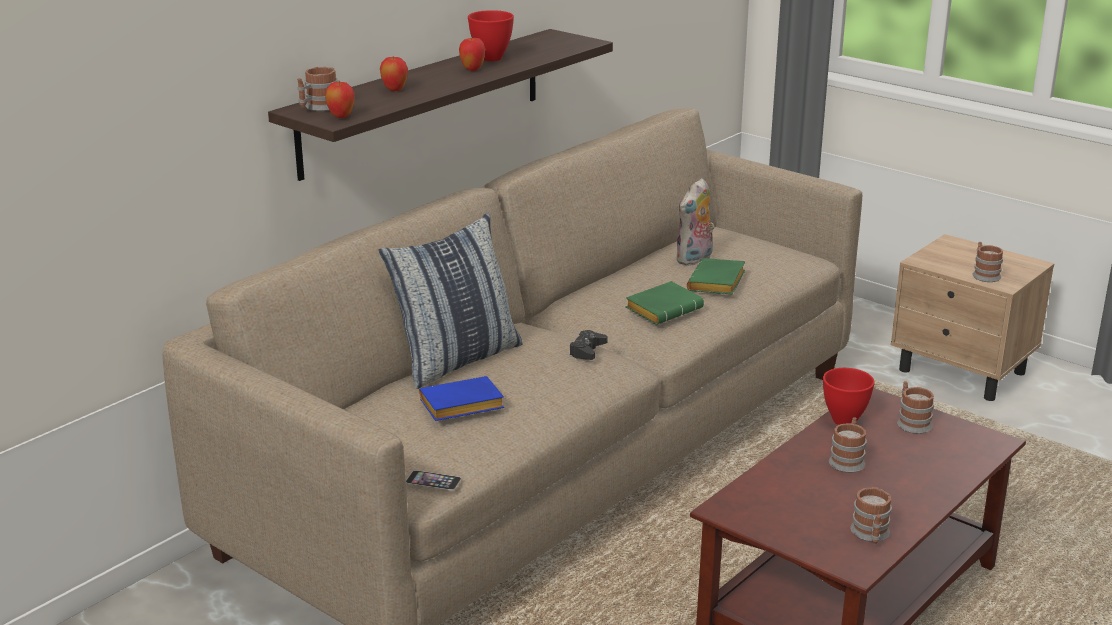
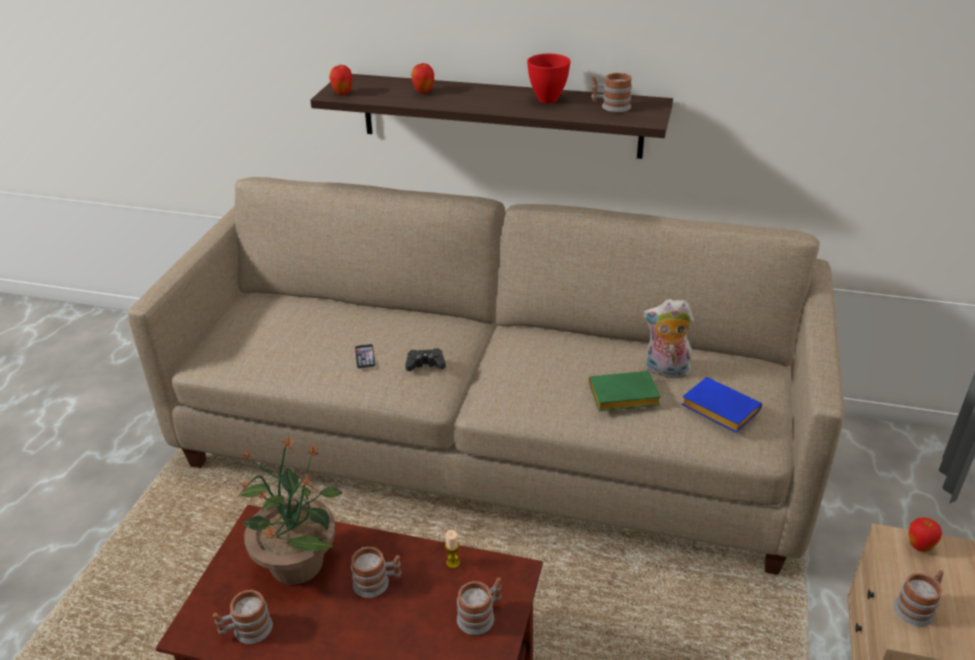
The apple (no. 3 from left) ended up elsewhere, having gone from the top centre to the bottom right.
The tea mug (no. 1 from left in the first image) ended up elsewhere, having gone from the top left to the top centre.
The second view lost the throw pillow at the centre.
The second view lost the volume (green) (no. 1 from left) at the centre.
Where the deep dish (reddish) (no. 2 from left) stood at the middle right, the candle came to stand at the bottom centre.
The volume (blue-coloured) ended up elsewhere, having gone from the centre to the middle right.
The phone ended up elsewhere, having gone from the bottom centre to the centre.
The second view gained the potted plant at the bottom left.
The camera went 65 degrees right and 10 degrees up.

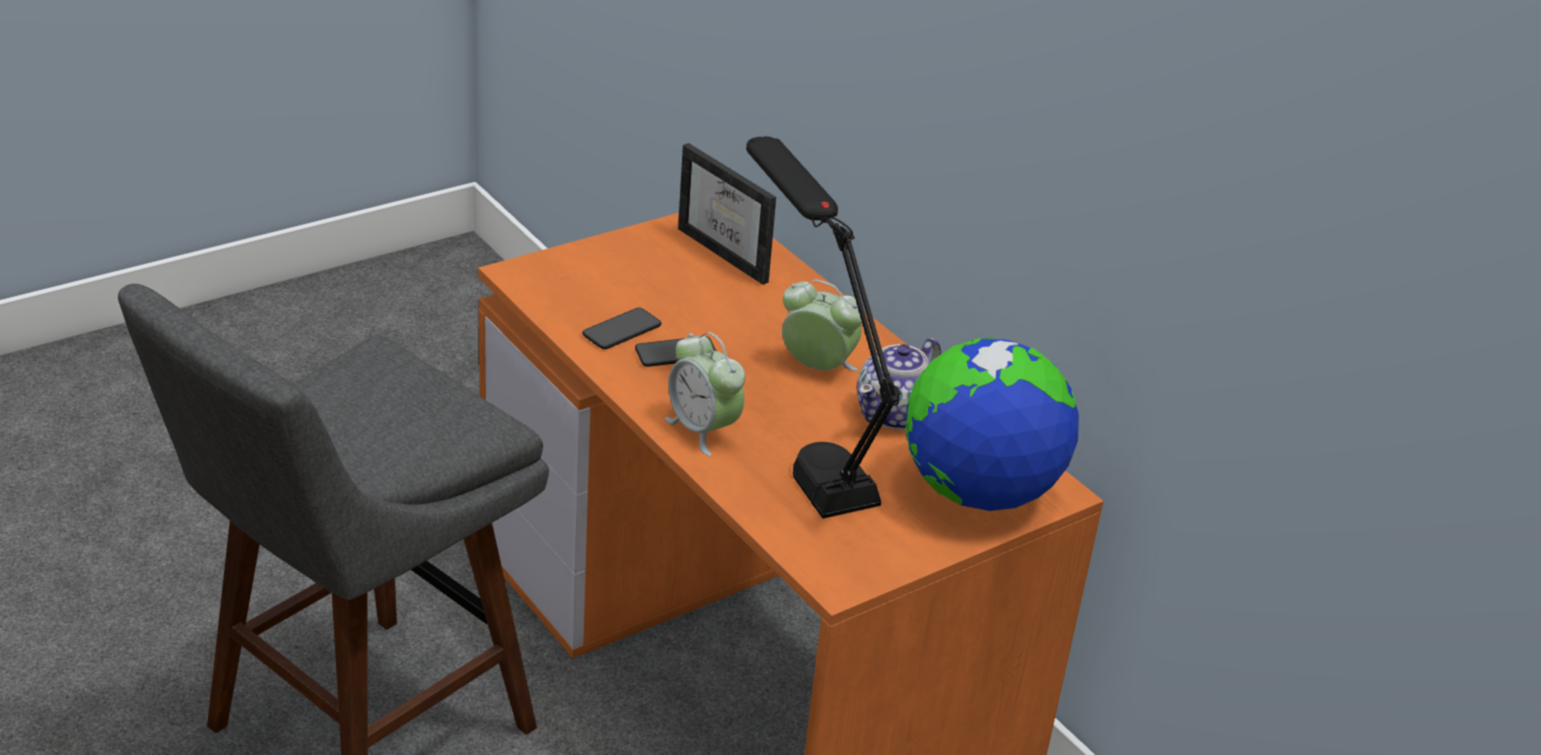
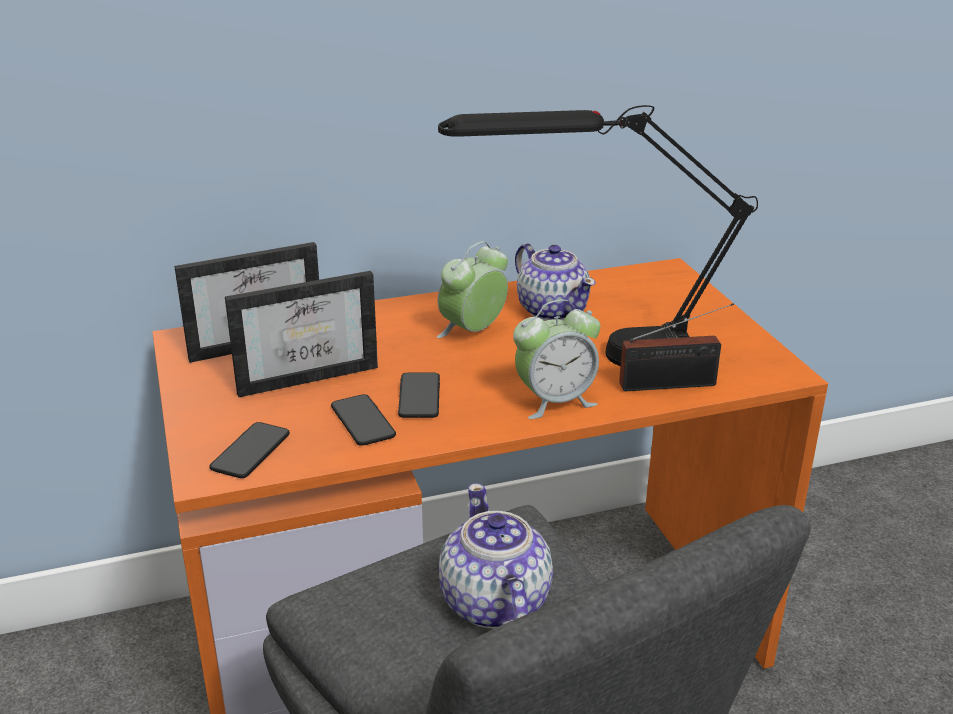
The second view lost the globe at the centre.
The second view gained the photo frame (no. 2 from left) at the middle left.
The second view gained the radio at the middle right.
The second view gained the phone (no. 1 from left) at the middle left.
The second view gained the teapot (no. 1 from left) at the bottom centre.
The camera went 70 degrees left and 5 degrees down.

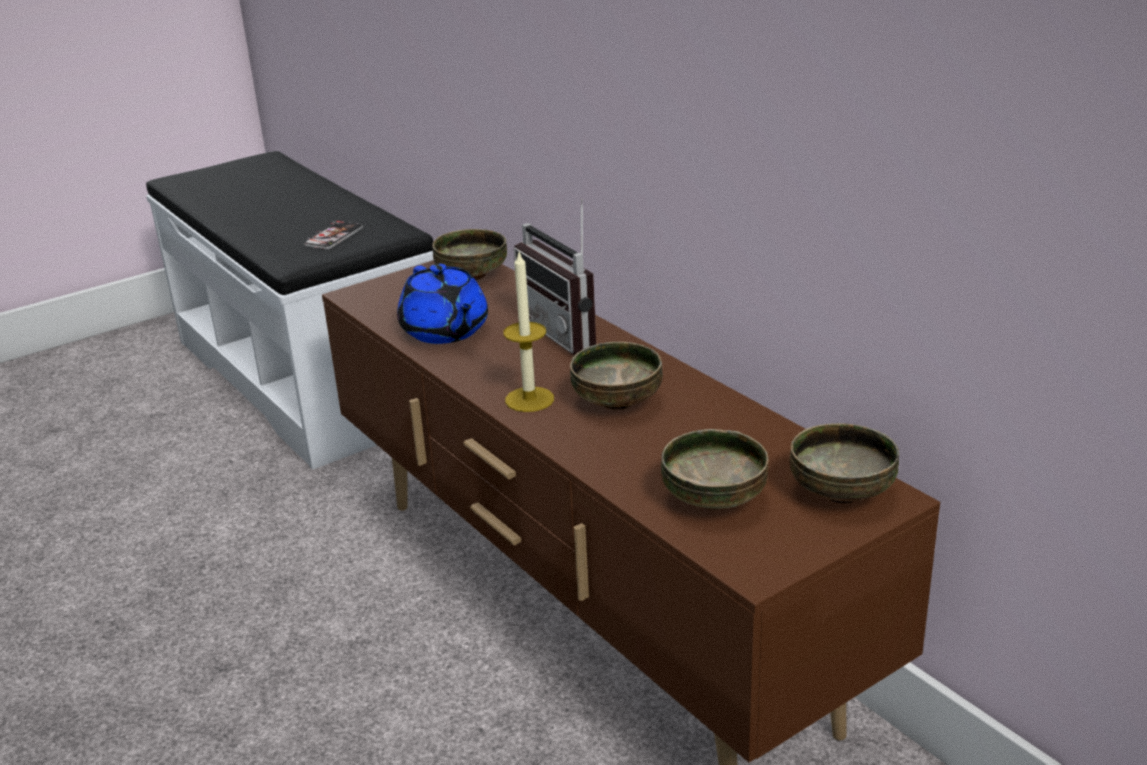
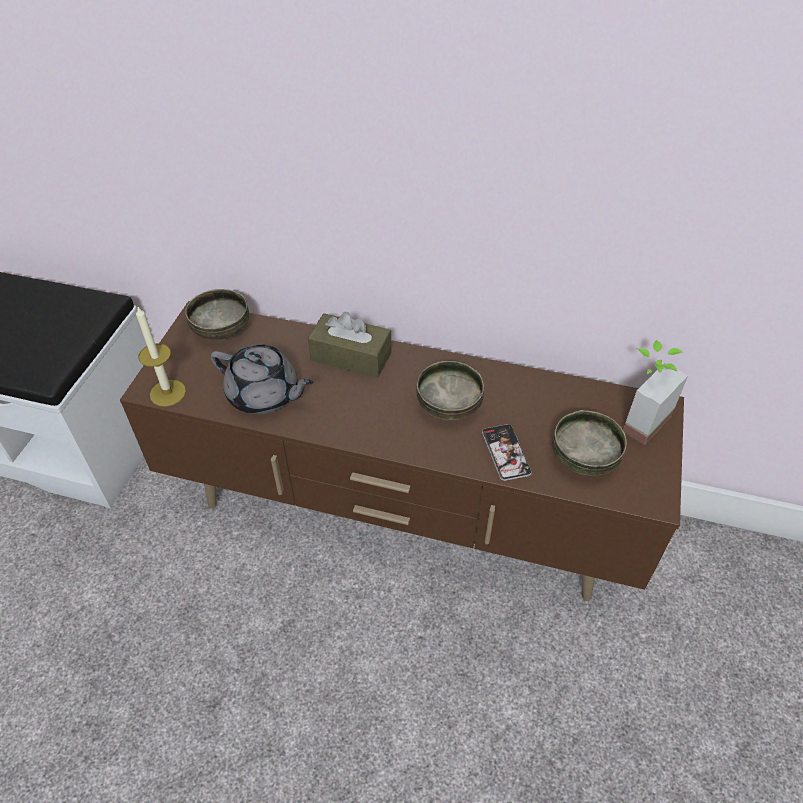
Where the radio stood at the centre, the tissue holder (brown-coloured) came to stand at the centre.
The phone ended up elsewhere, having gone from the top left to the centre.
The candle ended up elsewhere, having gone from the centre to the middle left.
What was the teapot (blue-coloured) at the centre turned into the teapot (gray) at the middle left.
Where the deep dish (no. 4 from left) stood at the middle right, the potted plant came to stand at the middle right.
The camera went 40 degrees left and 20 degrees up.

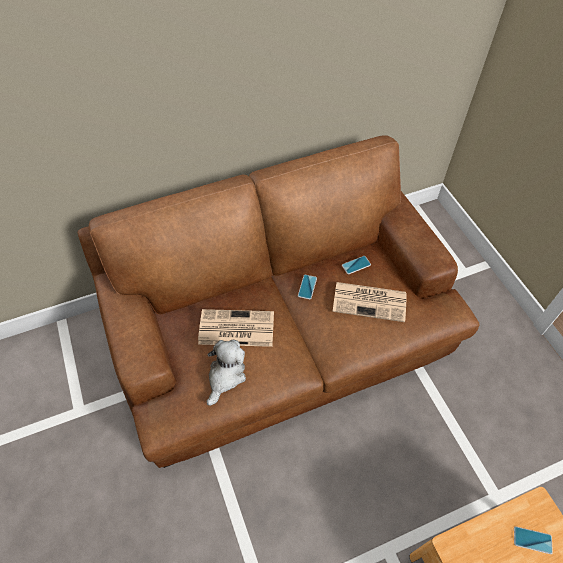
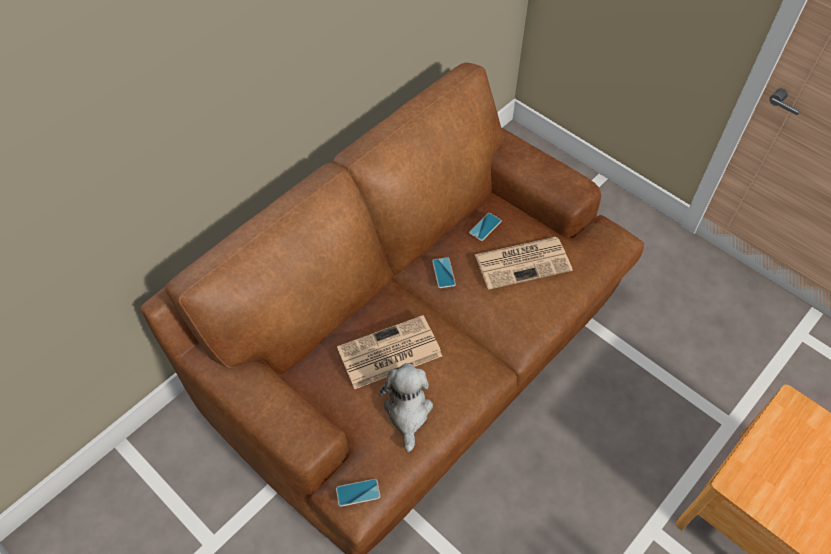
The phone (no. 3 from left in the first image) ended up elsewhere, having gone from the bottom right to the bottom centre.
The camera went 25 degrees left and 0 degrees up.

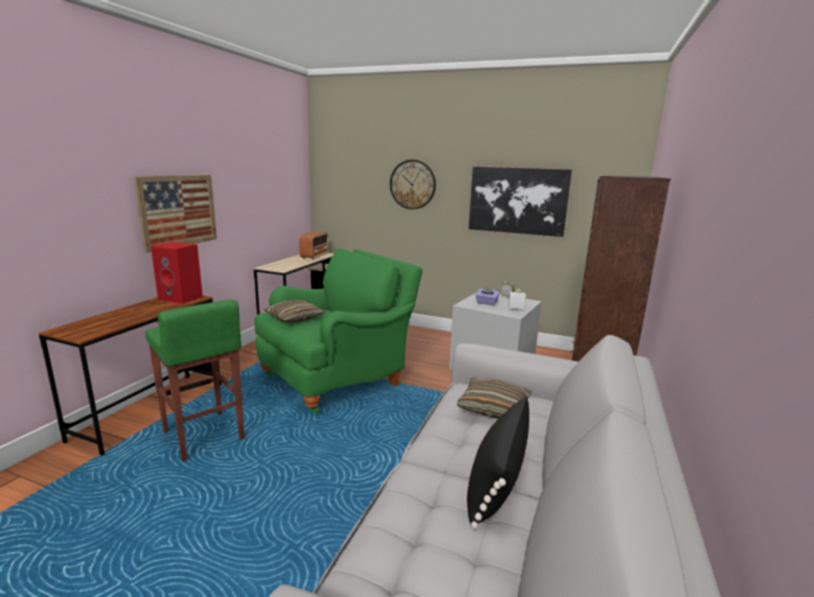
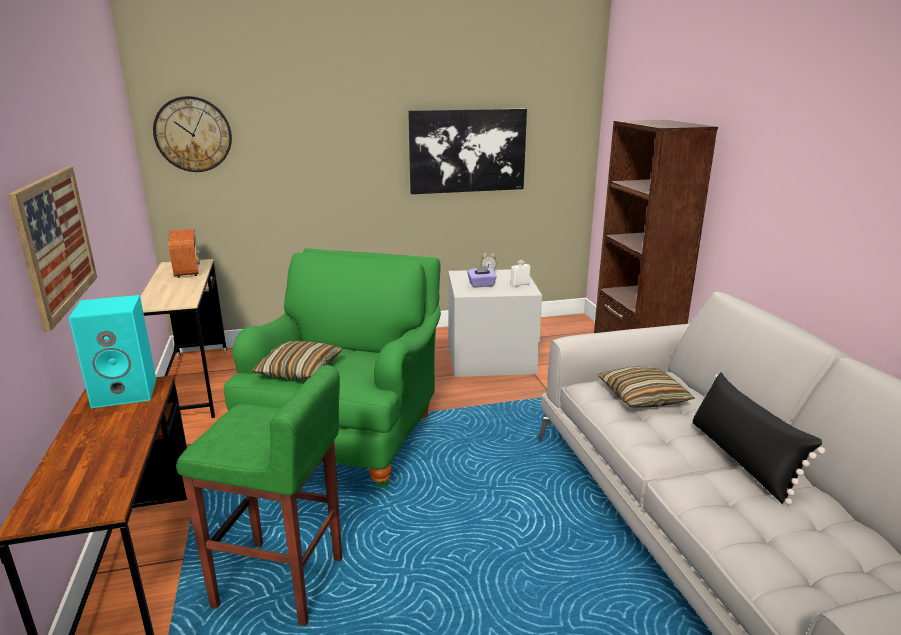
The wall clock ended up elsewhere, having gone from the top centre to the top left.
What was the audio speaker (reddish) at the middle left turned into the audio speaker (turquoise-coloured) at the middle left.
The camera went 35 degrees left and 5 degrees up.

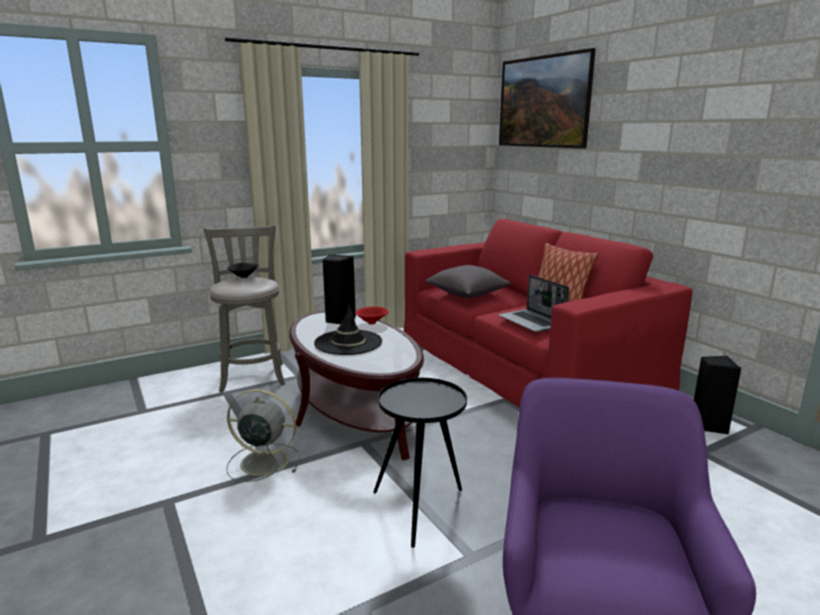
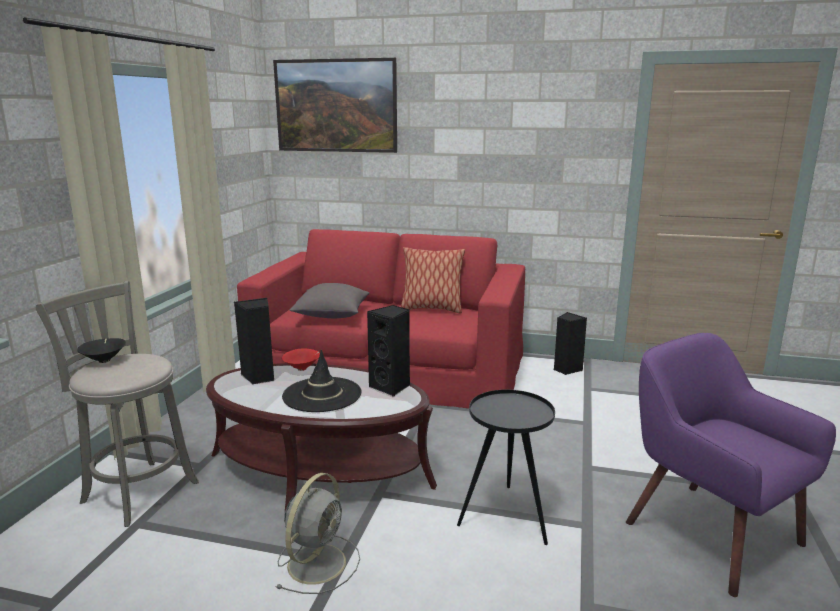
The second view lost the notebook computer at the centre.
The cooling fan (gray) at the bottom left ended up facing another way, 150 degrees clockwise from before.
The second view gained the audio speaker (blackish) (no. 2 from left) at the centre.
The camera went 45 degrees left and 0 degrees up.

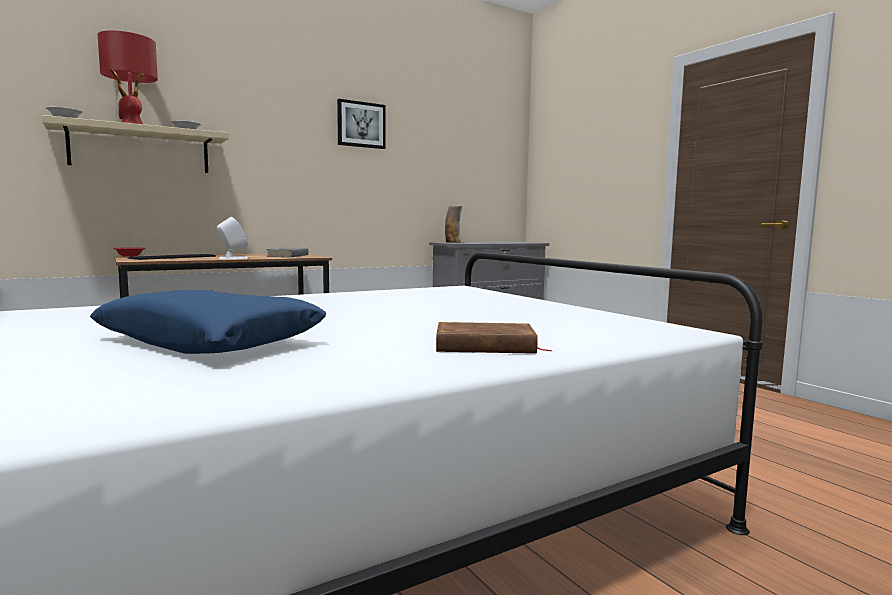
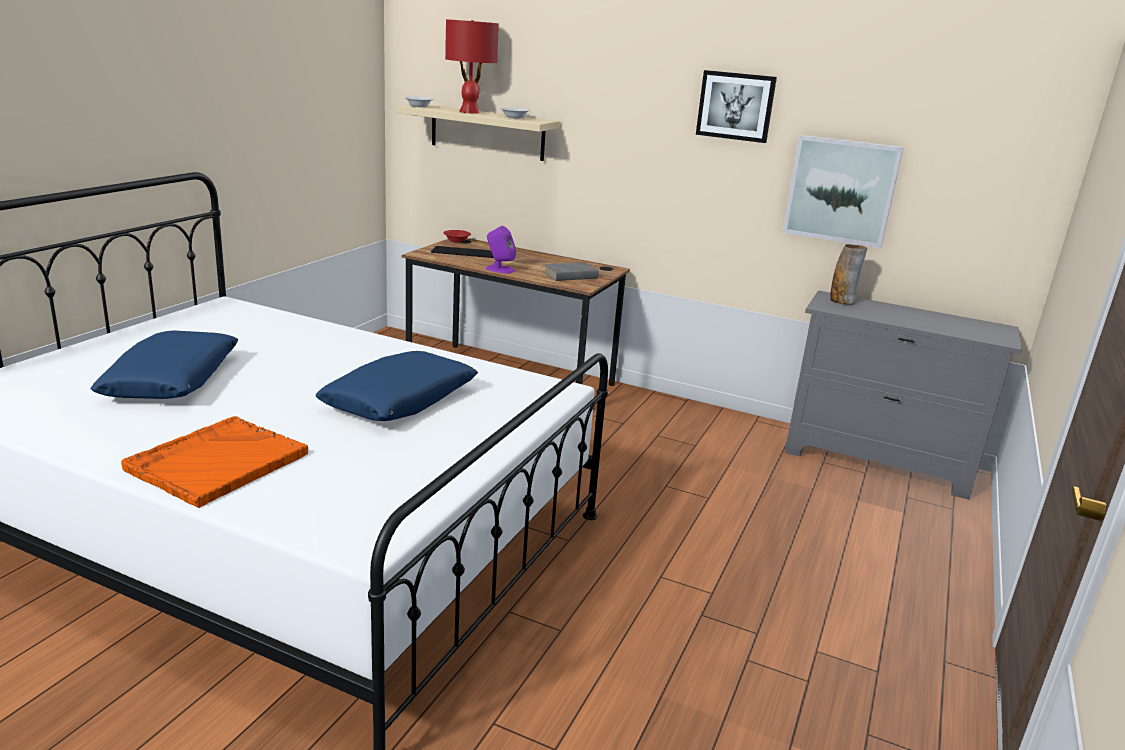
What was the audio speaker (white-coloured) at the middle left turned into the audio speaker (purplish) at the centre.
Where the volume (brown-coloured) stood at the centre, the tray (orangey) came to stand at the middle left.
The second view gained the wall art (no. 2 from left) at the top right.
The second view gained the throw pillow (blue-coloured) (no. 2 from left) at the centre.
The camera went 55 degrees right and 15 degrees up.

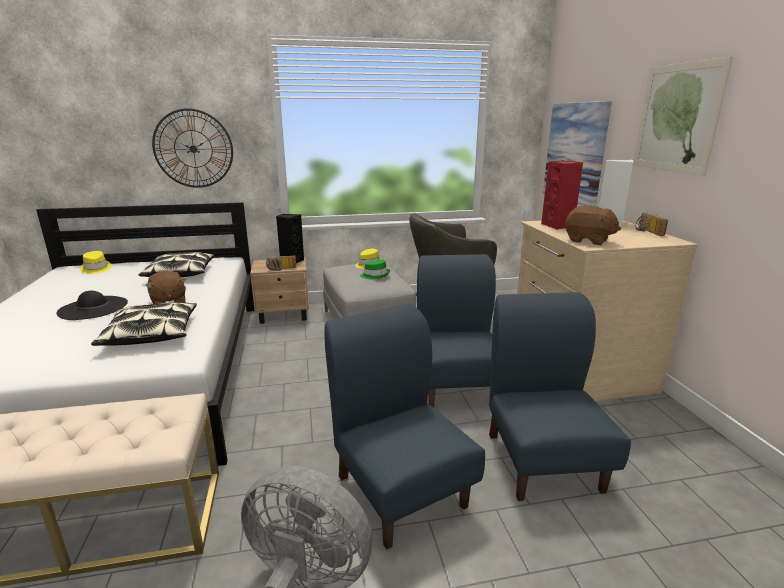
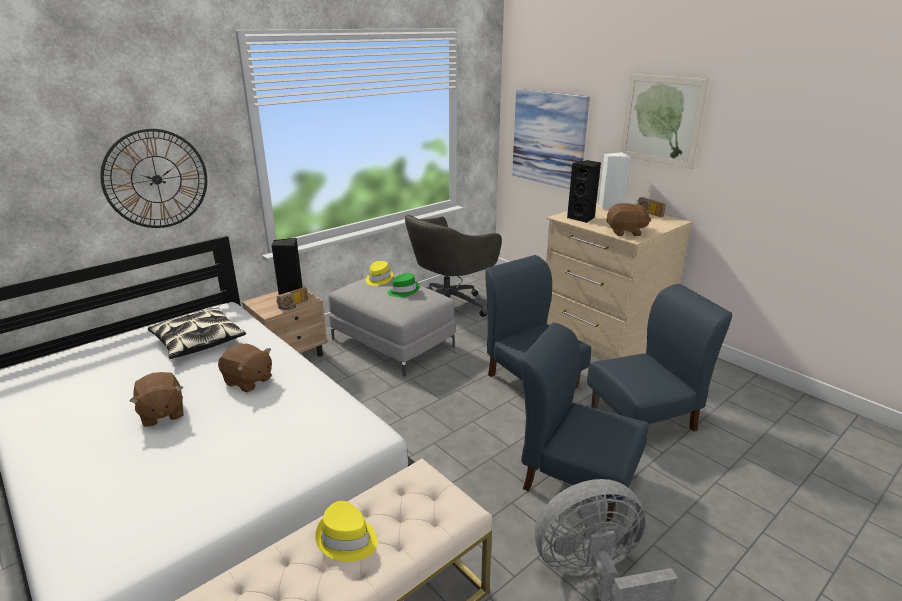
What was the audio speaker (reddish) at the top right turned into the audio speaker (blackish) (no. 2 from left) at the top centre.
The hat (yellowish) (no. 1 from left) ended up elsewhere, having gone from the middle left to the bottom centre.
Where the hat (blackish) stood at the middle left, the plush toy (brown-coloured) (no. 1 from left) came to stand at the middle left.
The upright chair (blue-coloured) (no. 3 from left) at the bottom right ended up facing another way, 105 degrees clockwise from before.
The second view lost the throw pillow (no. 1 from left) at the middle left.
The camera went 30 degrees left and 5 degrees up.

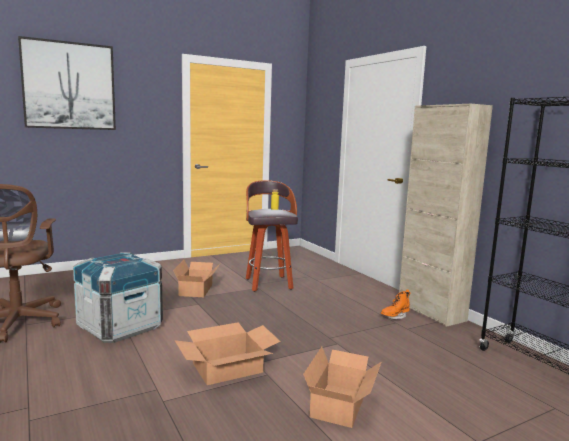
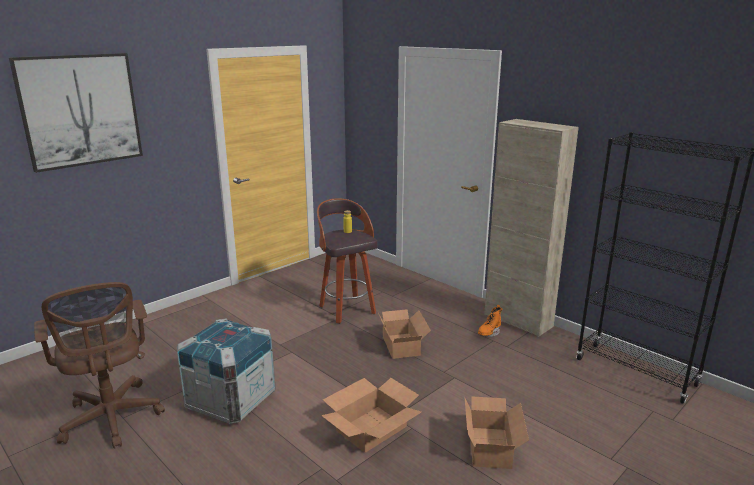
The packing box (no. 1 from left in the first image) ended up elsewhere, having gone from the centre to the bottom centre.
The camera went 15 degrees left and 10 degrees up.

